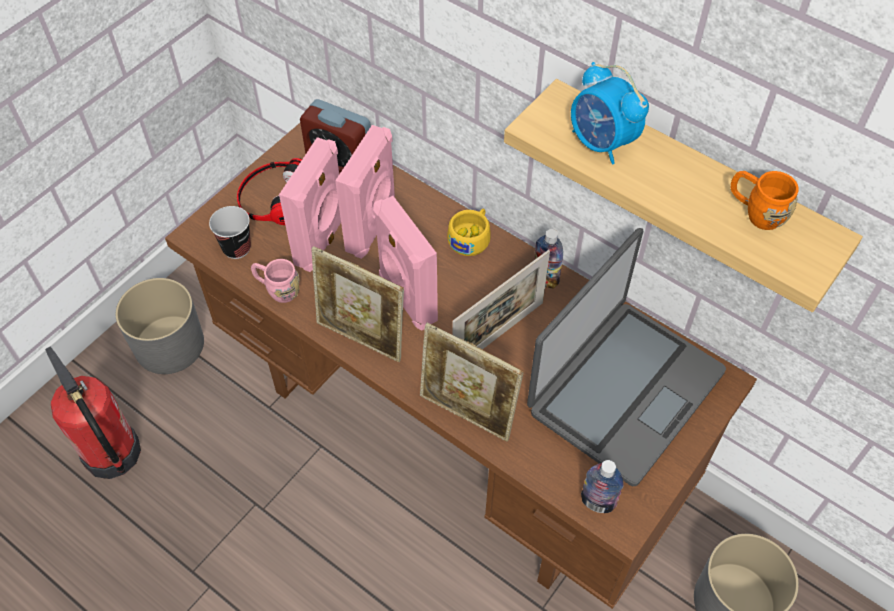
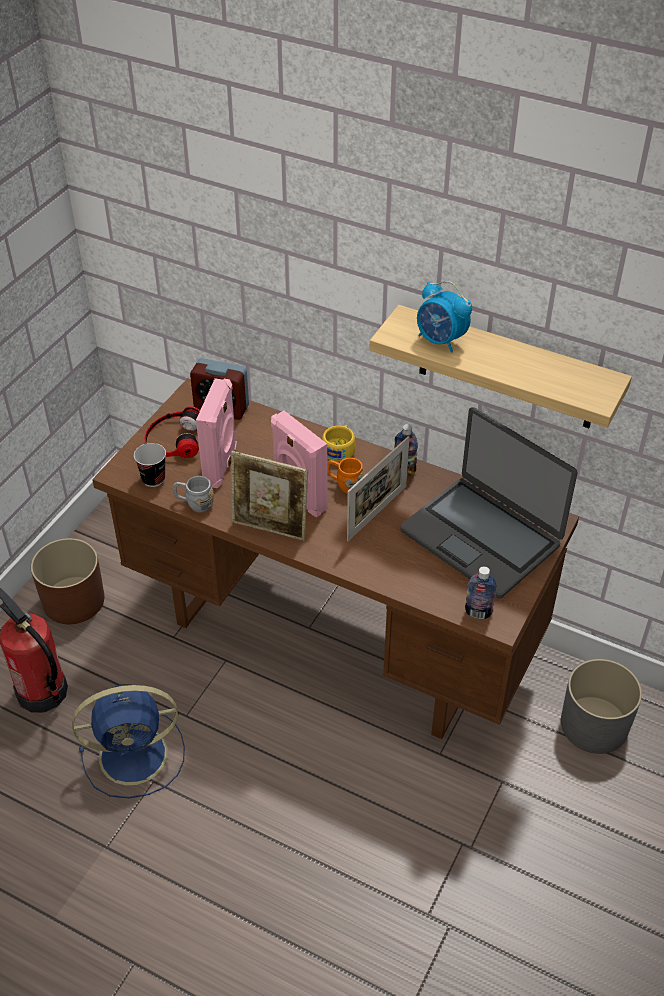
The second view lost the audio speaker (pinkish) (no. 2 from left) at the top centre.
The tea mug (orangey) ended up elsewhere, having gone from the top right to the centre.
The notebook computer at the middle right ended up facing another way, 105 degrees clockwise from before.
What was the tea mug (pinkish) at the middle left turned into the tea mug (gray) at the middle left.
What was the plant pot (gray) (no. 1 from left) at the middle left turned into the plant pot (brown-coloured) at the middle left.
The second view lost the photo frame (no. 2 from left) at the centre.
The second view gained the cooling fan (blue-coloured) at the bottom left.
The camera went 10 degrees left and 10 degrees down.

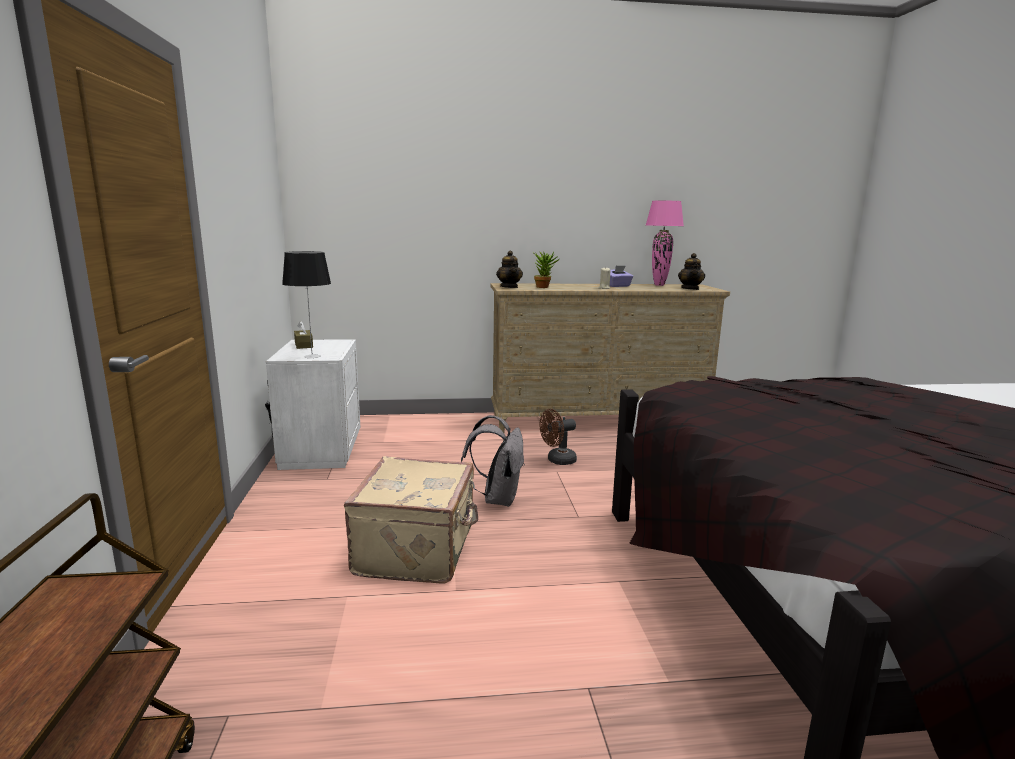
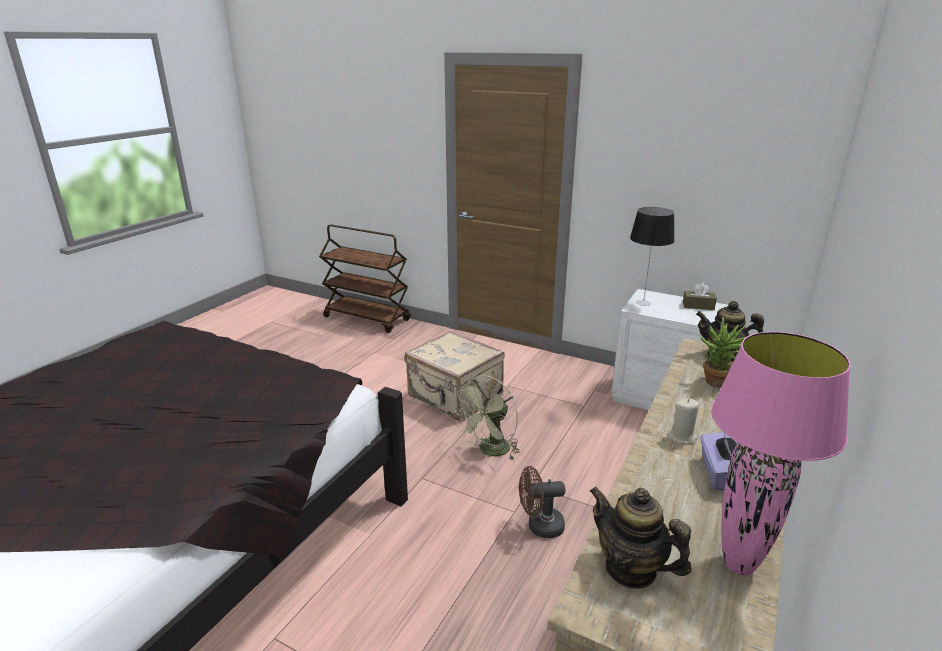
The cooling fan (brown-coloured) at the centre ended up facing another way, 105 degrees counterclockwise from before.
Where the knapsack (gray) stood at the centre, the cooling fan (green) came to stand at the centre.
The camera went 125 degrees right and 10 degrees up.

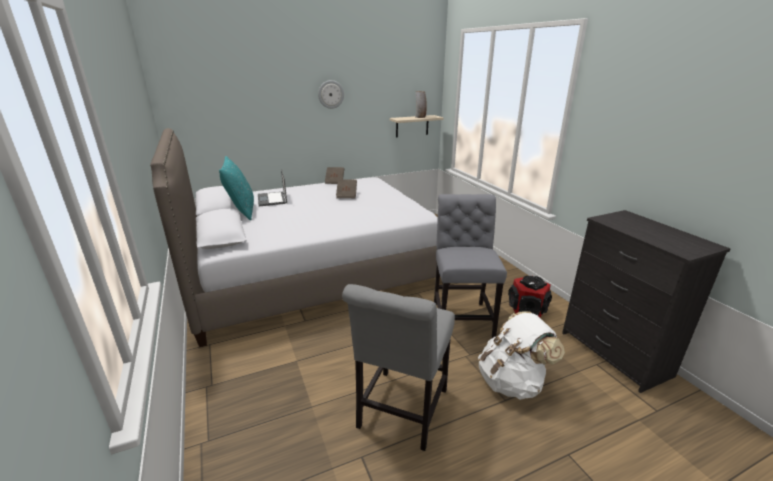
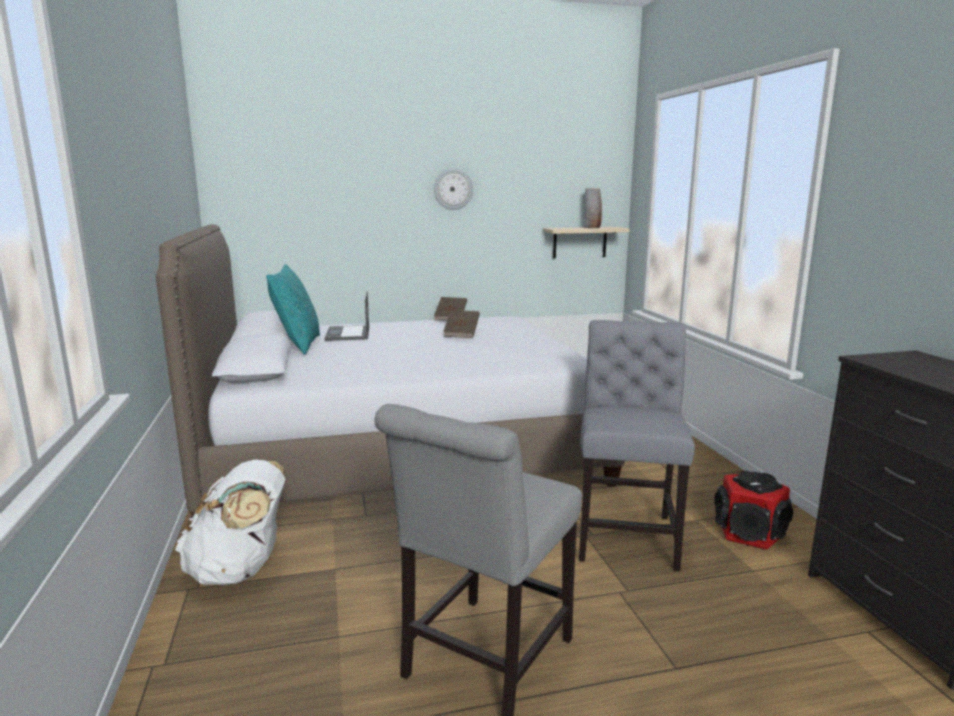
The knapsack (white-coloured) ended up elsewhere, having gone from the bottom right to the bottom left.
The camera went 10 degrees right and 10 degrees down.

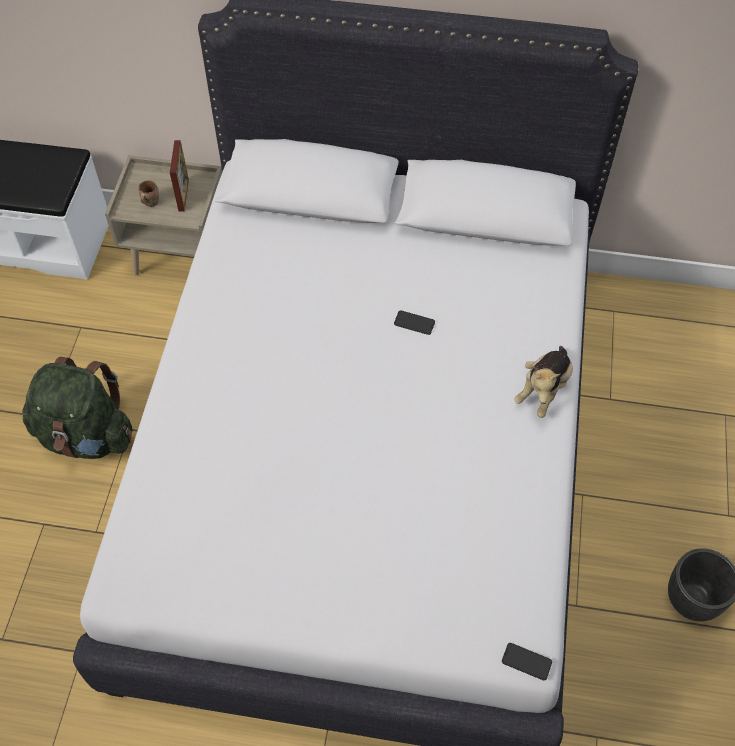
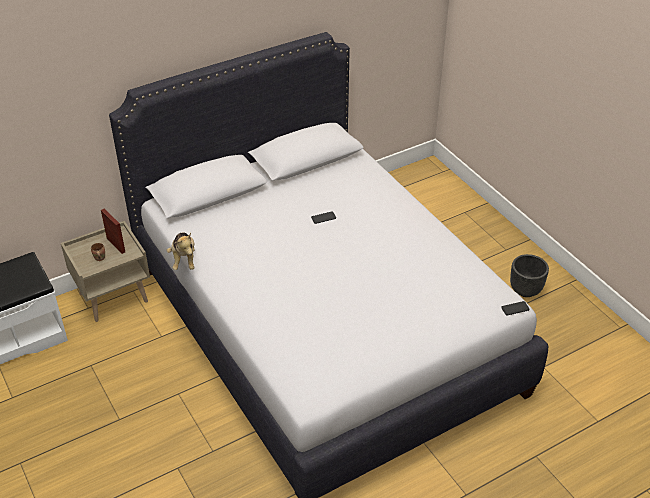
The plush toy ended up elsewhere, having gone from the middle right to the middle left.
The second view lost the knapsack (green) at the middle left.
The camera went 40 degrees left and 15 degrees down.

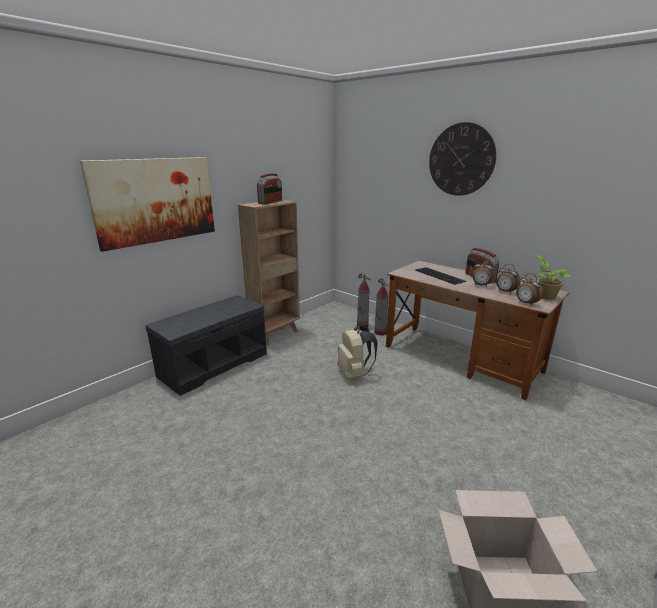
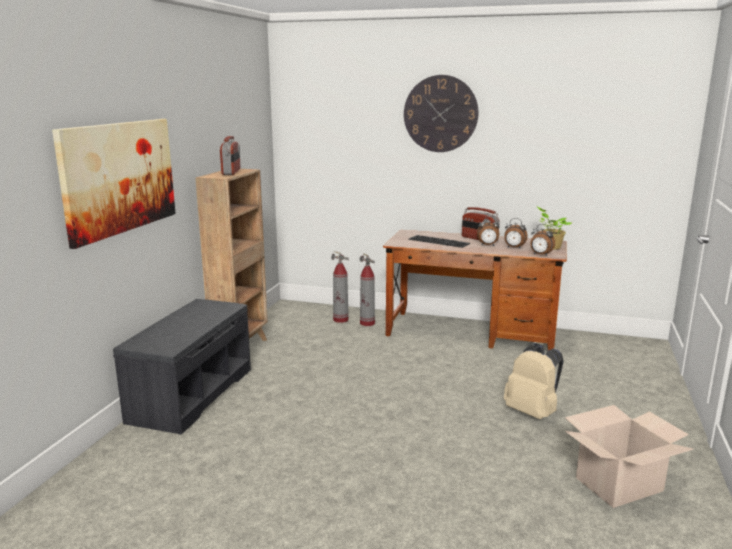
The knapsack (sand-coloured) ended up elsewhere, having gone from the centre to the bottom right.
The camera went 25 degrees left and 5 degrees down.

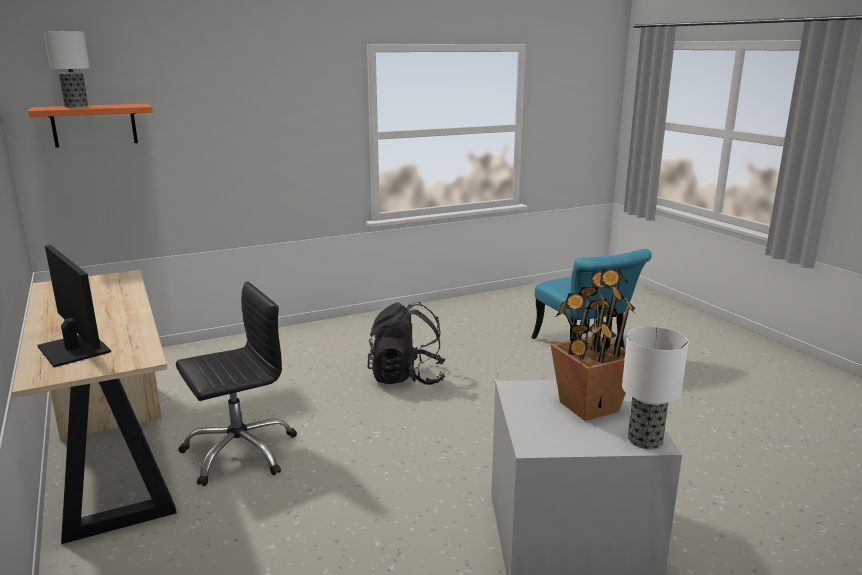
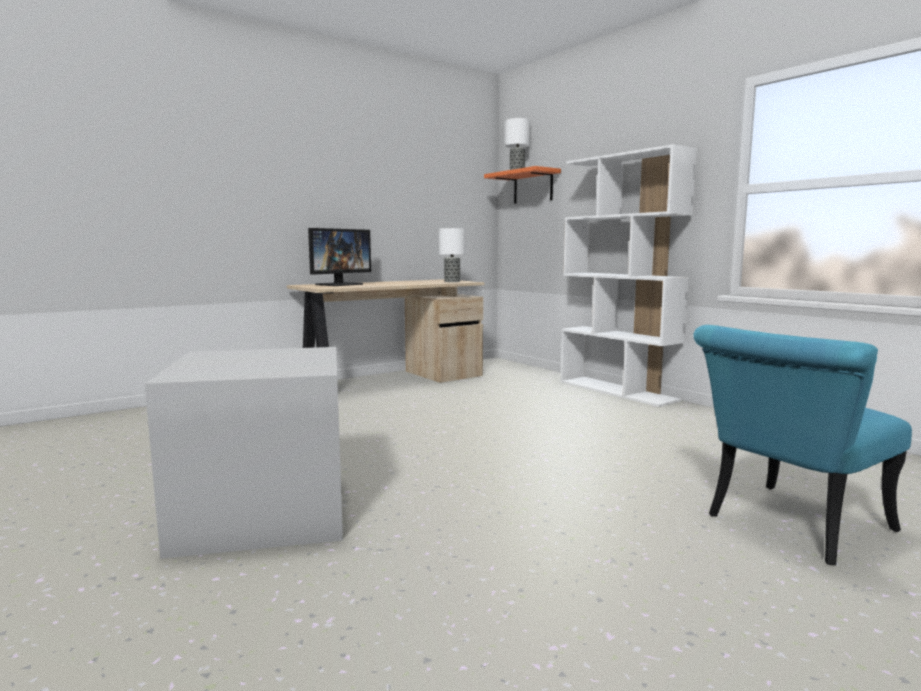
The second view lost the potted plant at the middle right.
The second view lost the computer chair (blackish) at the bottom left.
The second view lost the knapsack (blackish) at the centre.
The tabletop lamp (no. 2 from left in the first image) ended up elsewhere, having gone from the bottom right to the centre.
The second view gained the bookcase (white-coloured) at the middle right.
The camera went 80 degrees right and 10 degrees down.

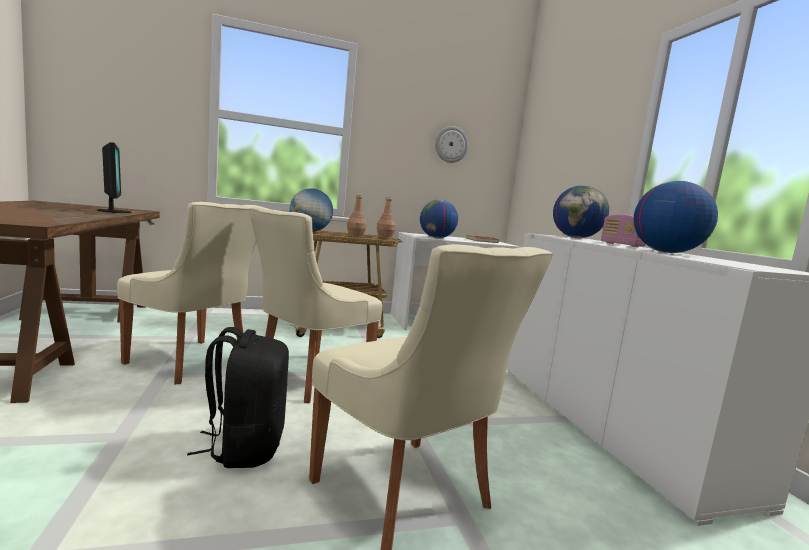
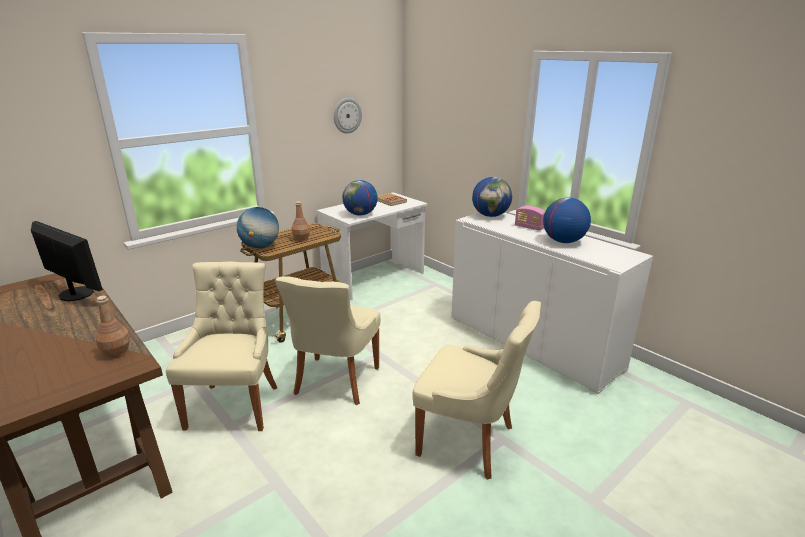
The bottle (brown-coloured) (no. 2 from left in the first image) ended up elsewhere, having gone from the centre to the middle left.
The upright chair (sand-coloured) (no. 1 from left) at the middle left ended up facing another way, 90 degrees counterclockwise from before.
The second view lost the knapsack (blackish) at the bottom left.
The camera went 25 degrees left and 15 degrees up.

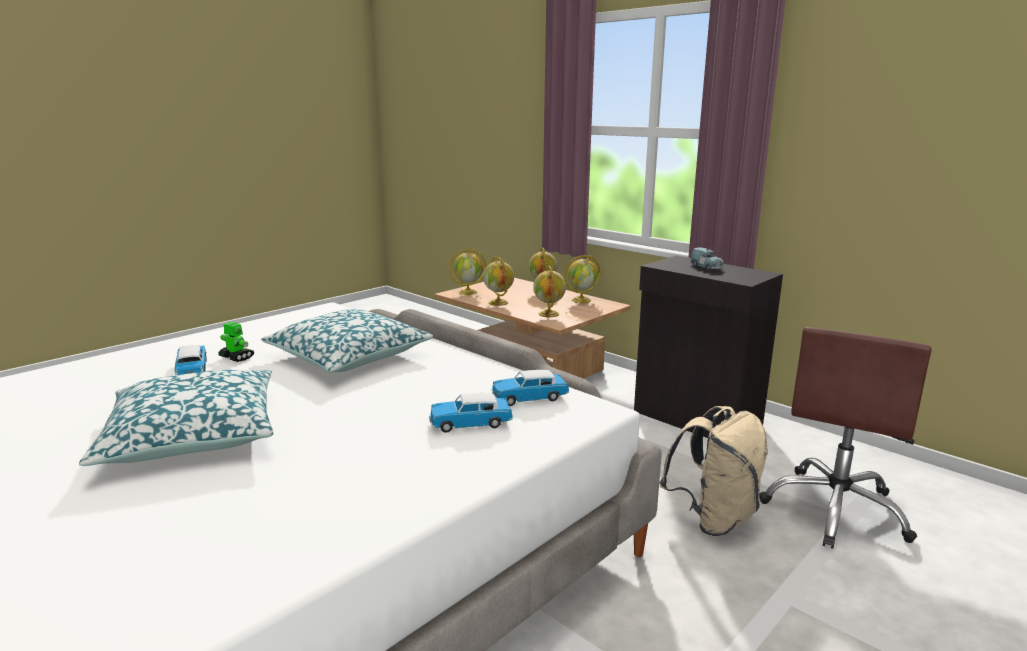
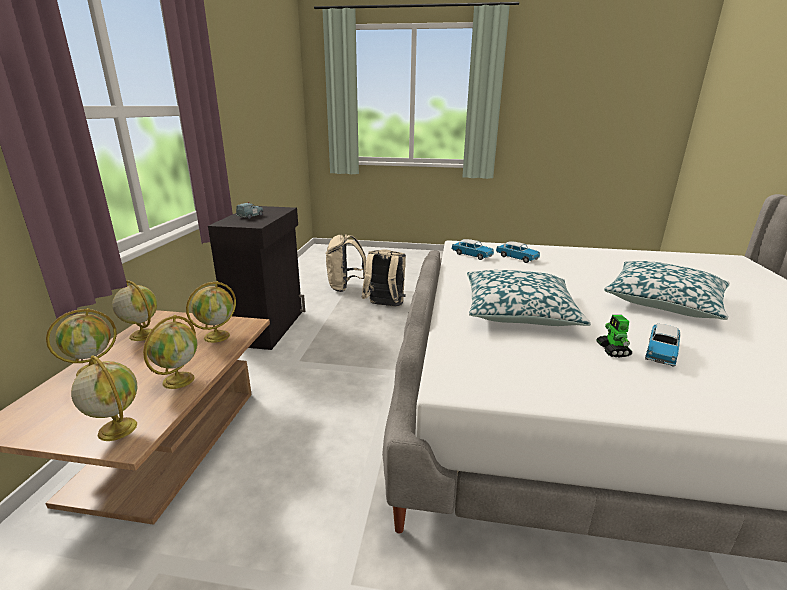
Where the computer chair (brown-coloured) stood at the bottom right, the knapsack (sand-coloured) (no. 1 from left) came to stand at the centre.
The camera went 125 degrees left and 5 degrees up.

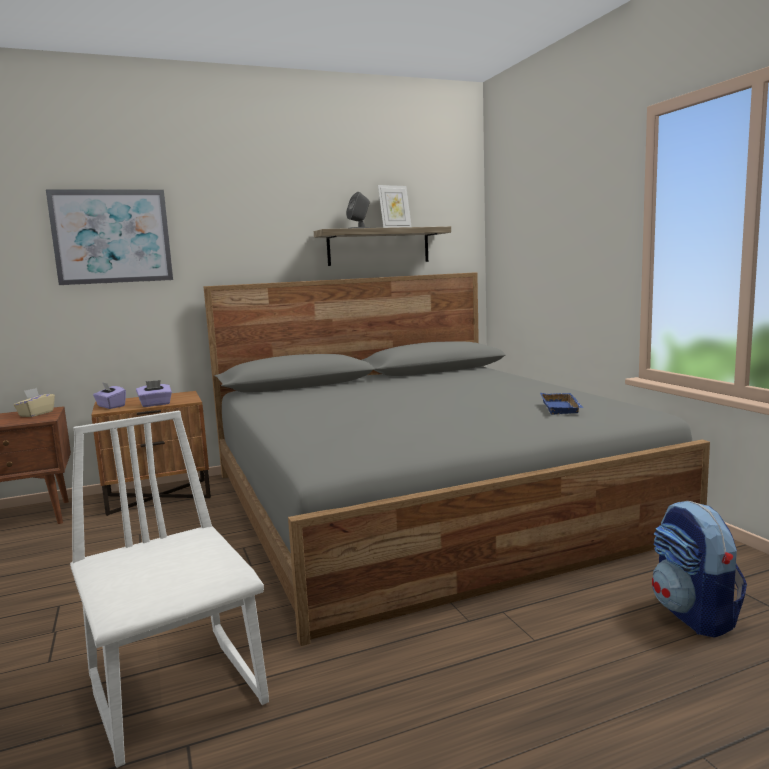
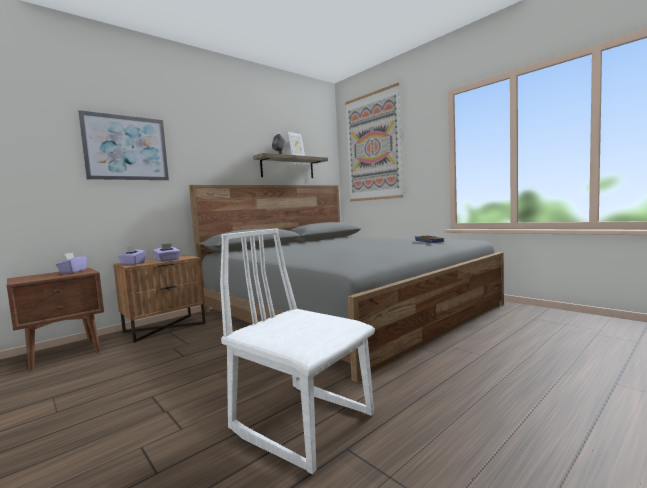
What was the tissue holder (sand-coloured) at the middle left turned into the tissue holder (purplish) (no. 1 from left) at the middle left.
The second view lost the knapsack at the bottom right.
The second view gained the wall art (no. 2 from left) at the top centre.
The camera went 20 degrees left and 5 degrees down.

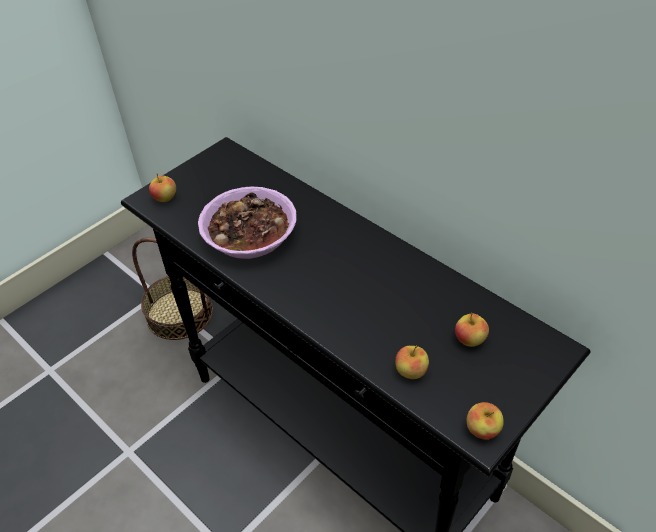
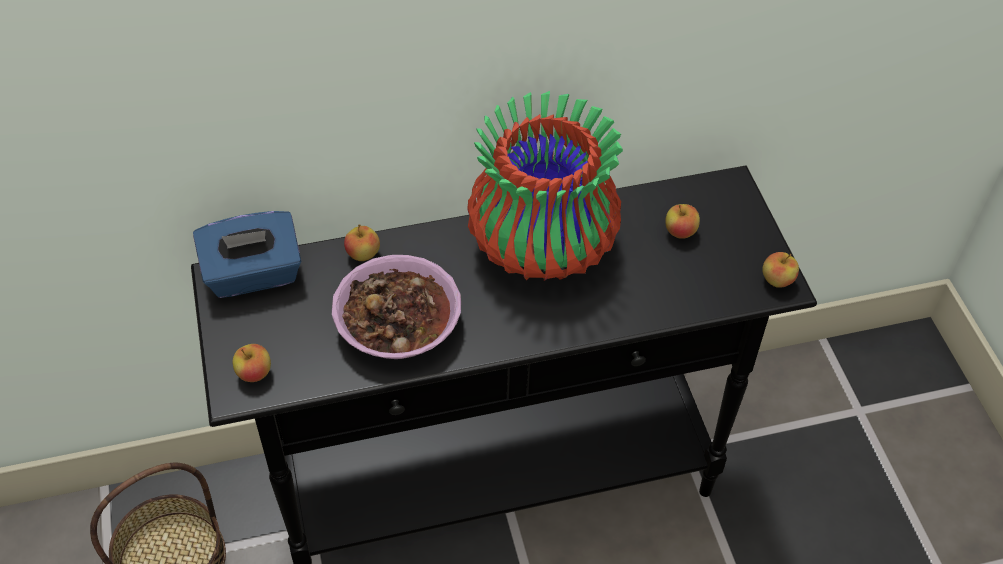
The apple (no. 2 from left) ended up elsewhere, having gone from the bottom centre to the centre.
The second view gained the decorative vase at the top centre.
The second view gained the tissue holder (blue-coloured) at the middle left.
The camera went 60 degrees left and 5 degrees up.

